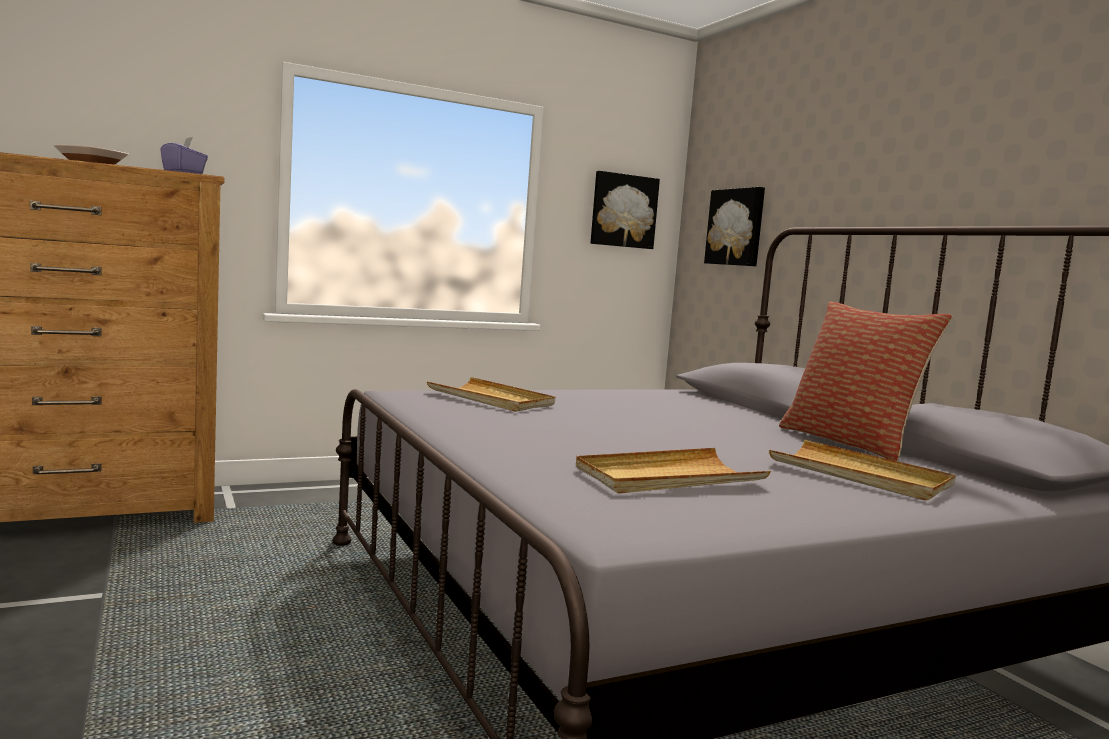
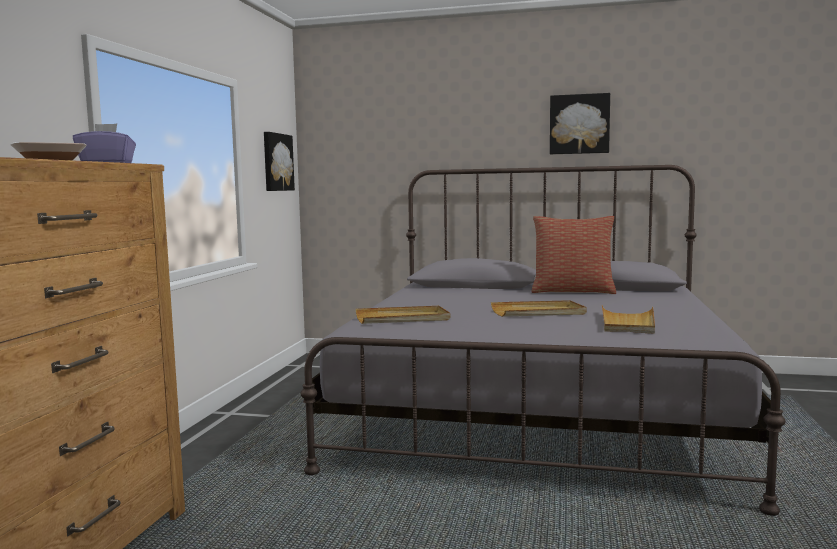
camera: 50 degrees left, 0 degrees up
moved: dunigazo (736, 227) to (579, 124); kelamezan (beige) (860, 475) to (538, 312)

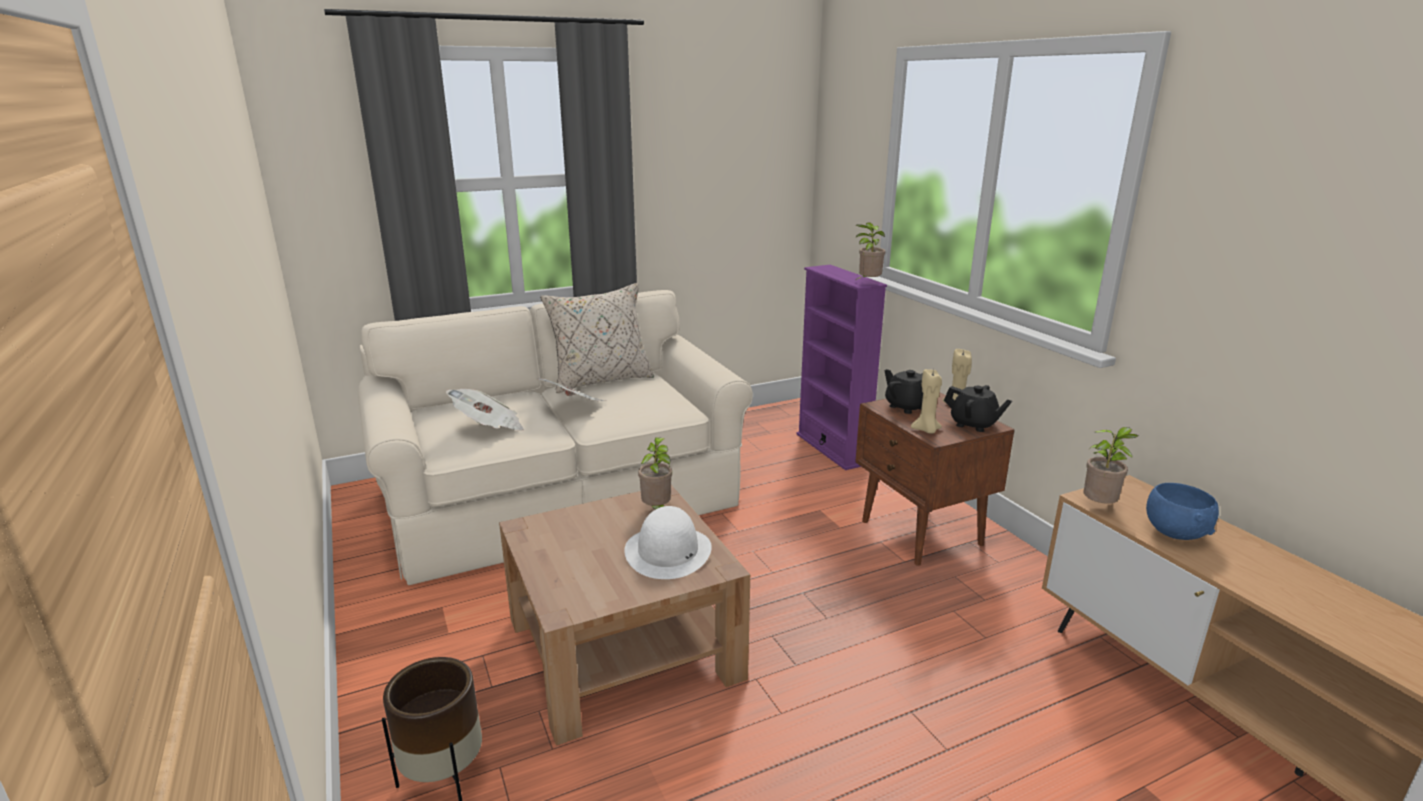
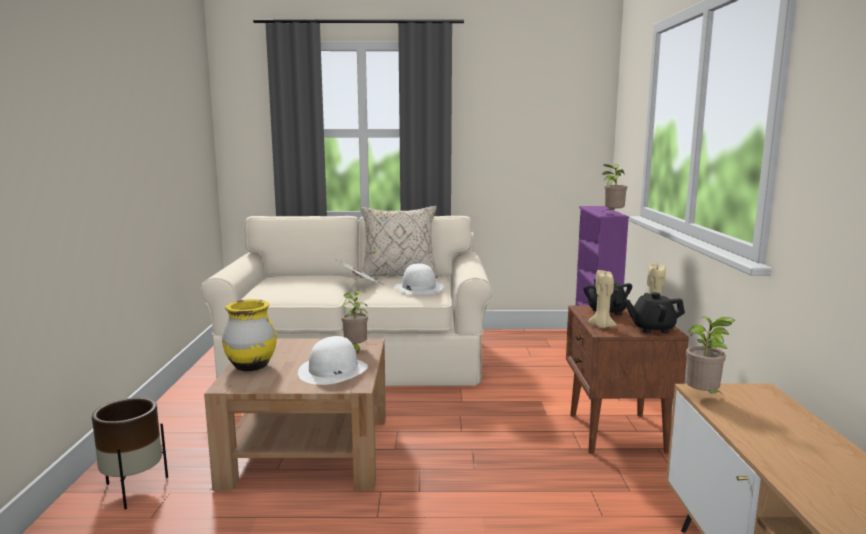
camera: 25 degrees right, 10 degrees down
removed: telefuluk (489, 427); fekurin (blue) (1174, 532)
added: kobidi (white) (418, 288); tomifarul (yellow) (251, 366)
turned: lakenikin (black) (973, 424) = (652, 329) 120 degrees clockwise

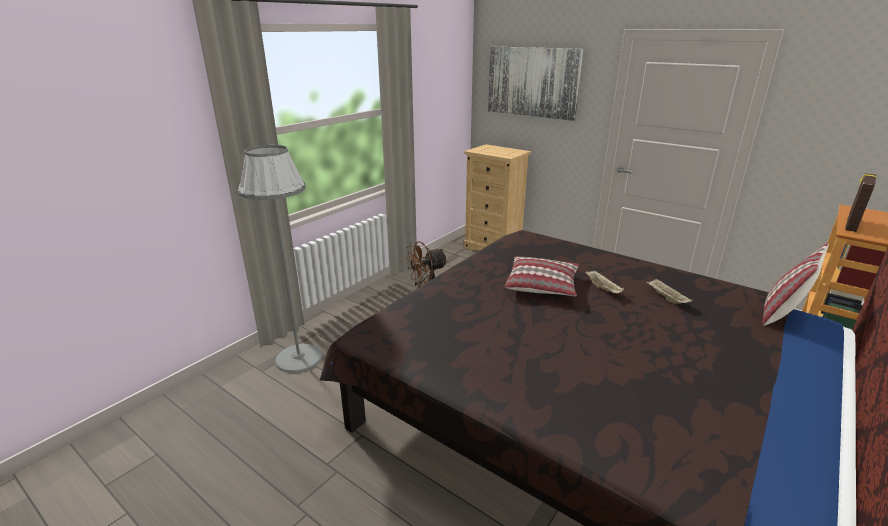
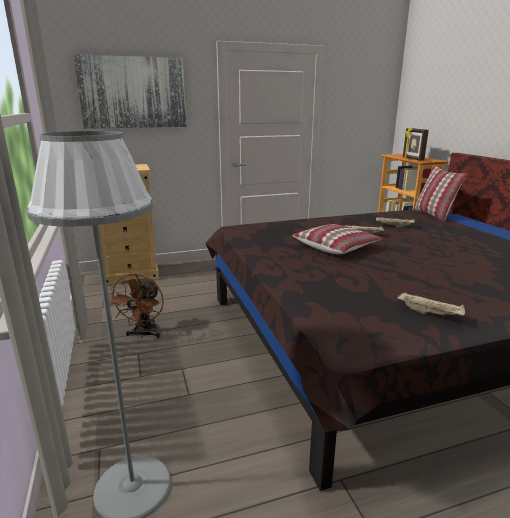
camera: 55 degrees left, 5 degrees down
added: kelamezan (beige) (430, 313)

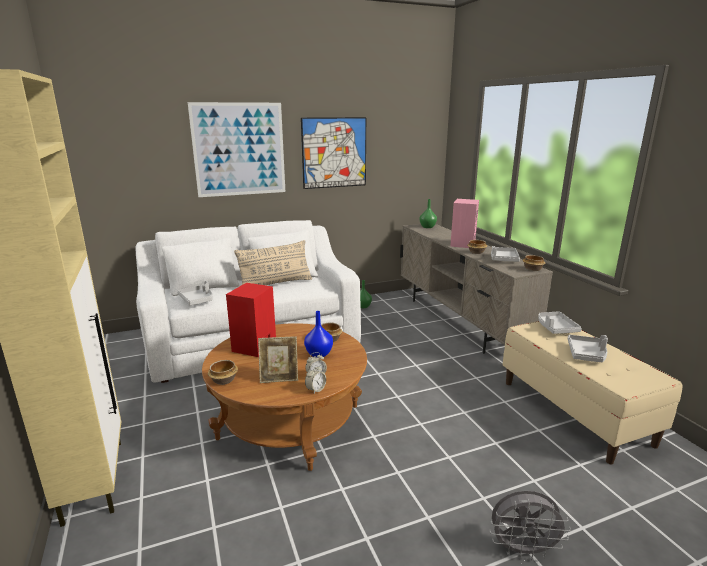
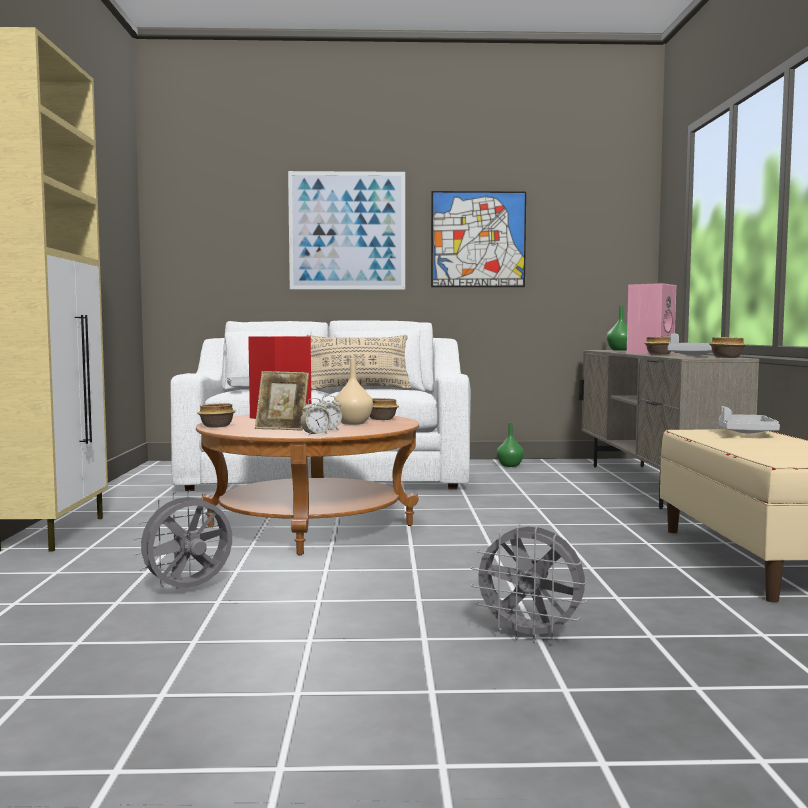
camera: 20 degrees right, 15 degrees down
removed: kelamezan (grey) (587, 354)
added: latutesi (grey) (188, 590)
recoloured: tomifarul (blue) (318, 354) to tomifarul (beige) (352, 423)

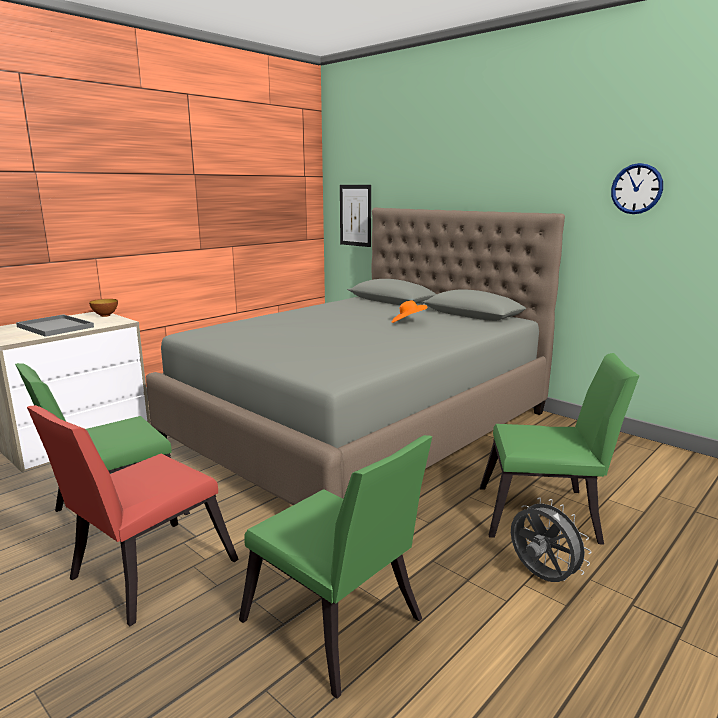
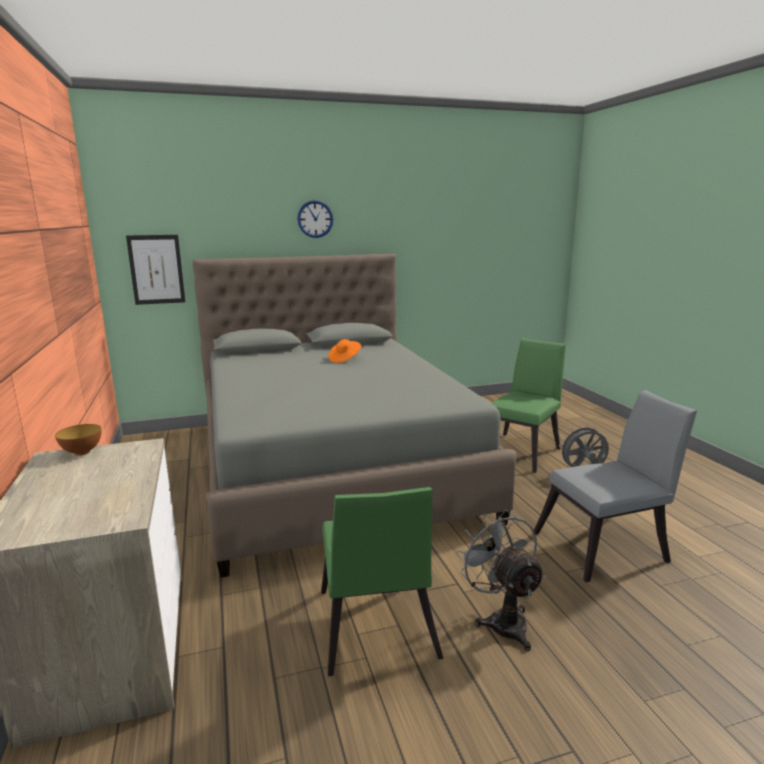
camera: 60 degrees left, 0 degrees up
removed: kelamezan (grey) (56, 327)
moved: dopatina (636, 189) to (315, 219)
replaced: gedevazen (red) (145, 573) to latutesi (grey) (502, 620)
recoloured: gedevazen (green) (337, 628) to gedevazen (grey) (607, 546)

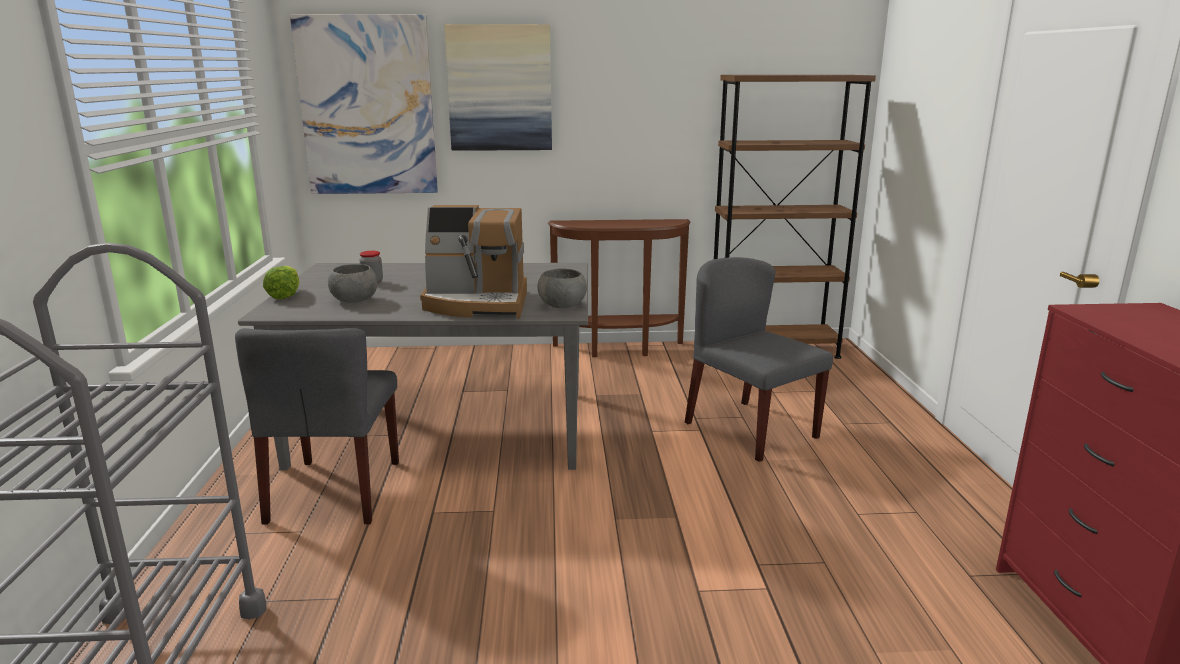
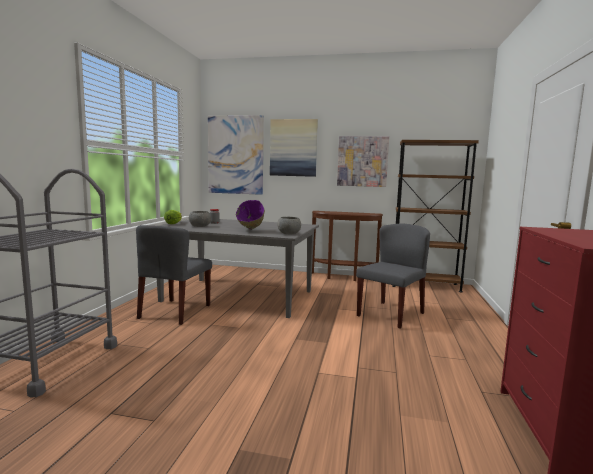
camera: 15 degrees right, 10 degrees down
added: dunigazo (362, 161)
replaced: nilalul (477, 304) to fekurin (purple) (251, 231)
turned: gedevazen (grey) (750, 429) = (390, 314) 60 degrees clockwise

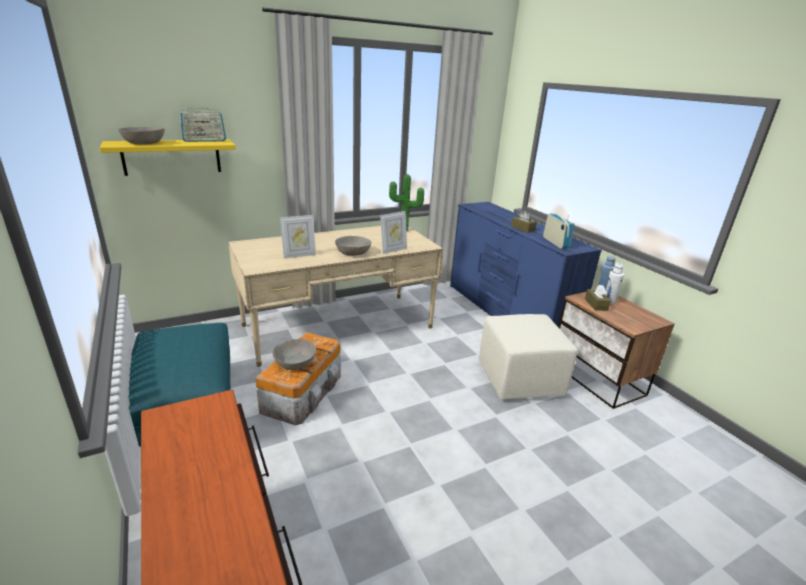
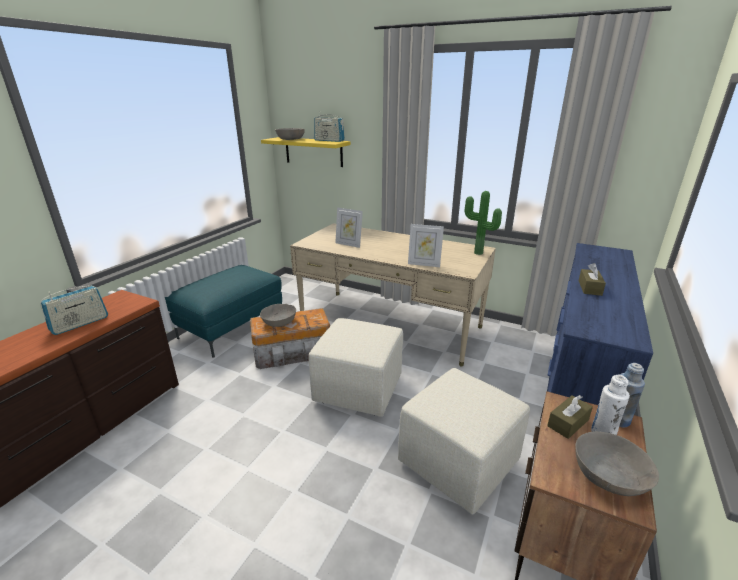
camera: 55 degrees right, 0 degrees up
added: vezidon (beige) (357, 389)
moved: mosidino (555, 242) to (80, 324); fekurin (grey) (353, 252) to (609, 475)

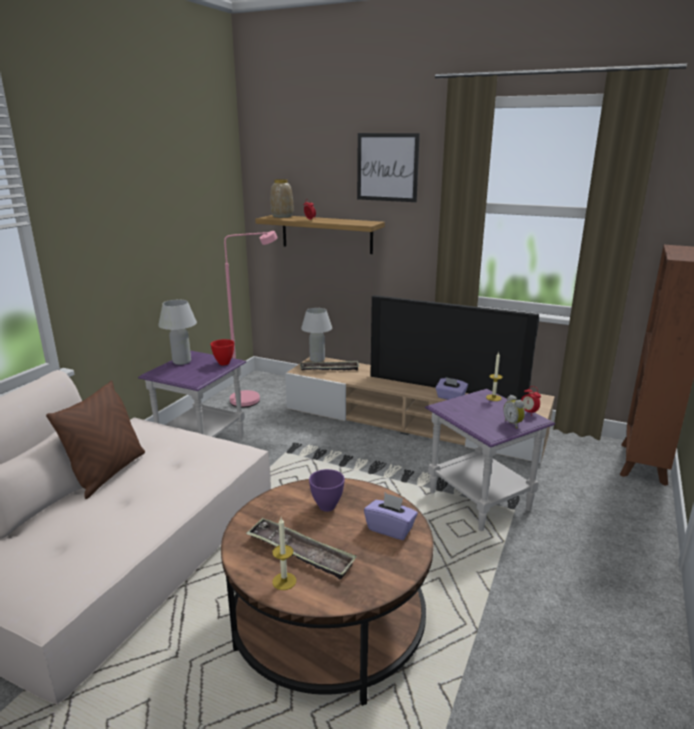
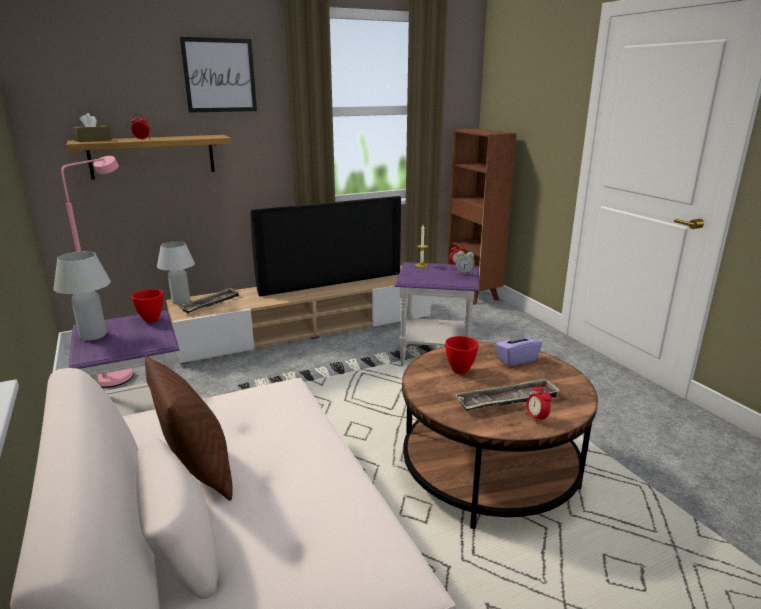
camera: 50 degrees left, 0 degrees up
removed: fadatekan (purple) (450, 397)
replaced: tomifarul (282, 216) to fadatekan (brown) (93, 140); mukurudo (284, 581) to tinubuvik (536, 418)
recoloured: fekurin (purple) (326, 506) to fekurin (red) (459, 370)

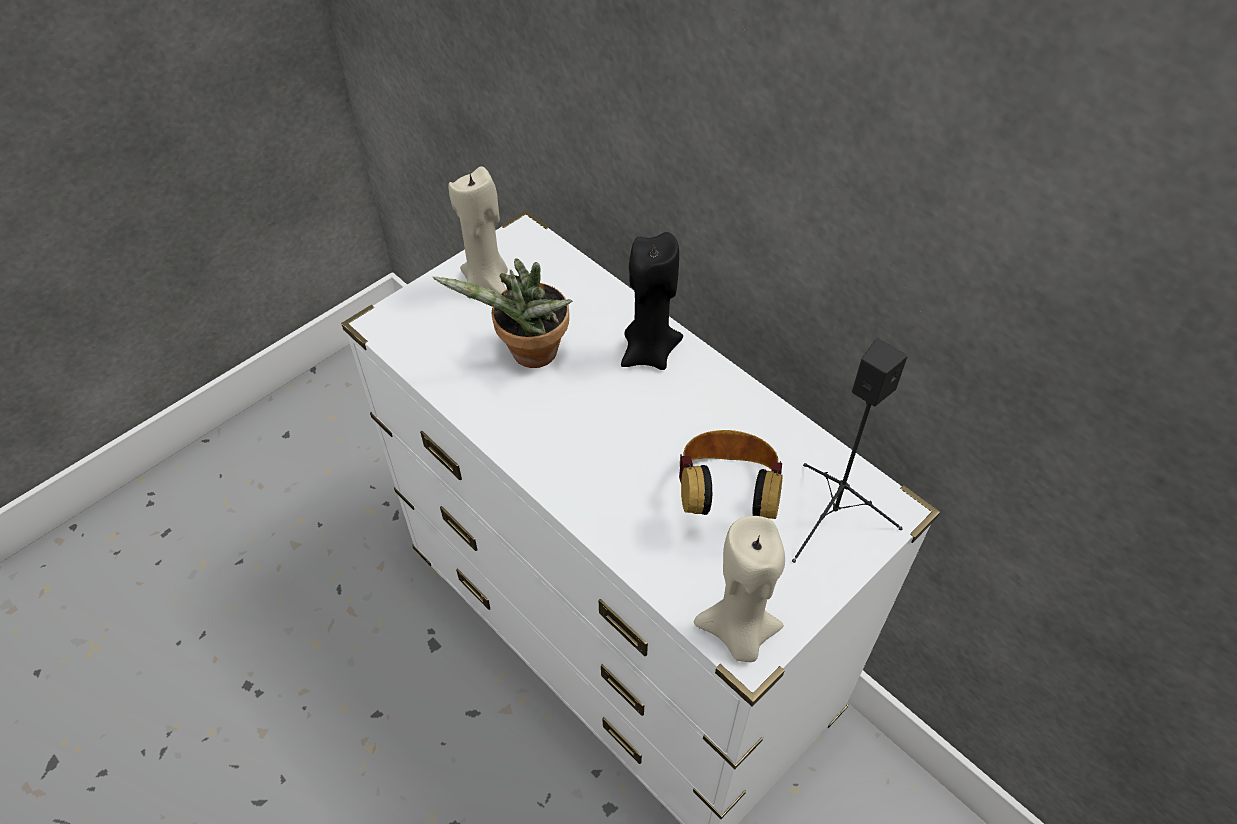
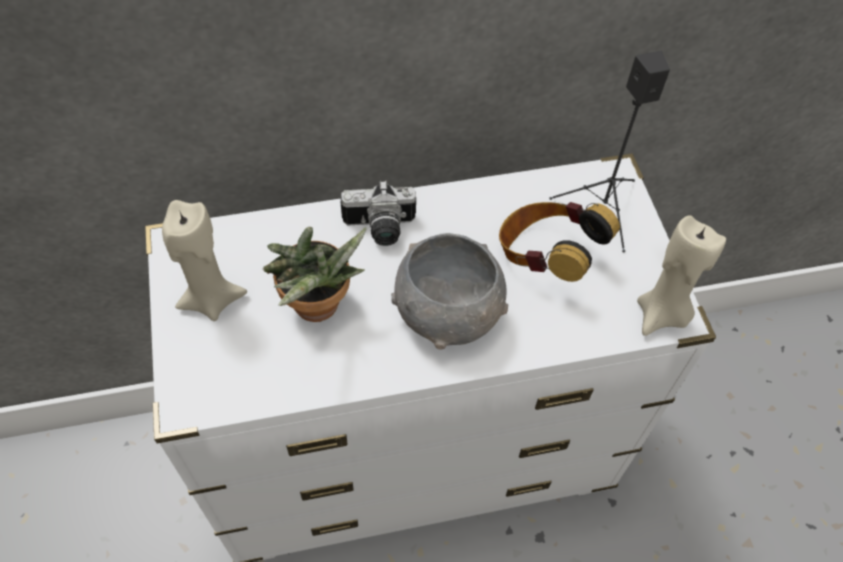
camera: 60 degrees left, 5 degrees up
added: fekurin (grey) (446, 315)
replaced: mukurudo (black) (649, 353) to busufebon (379, 229)

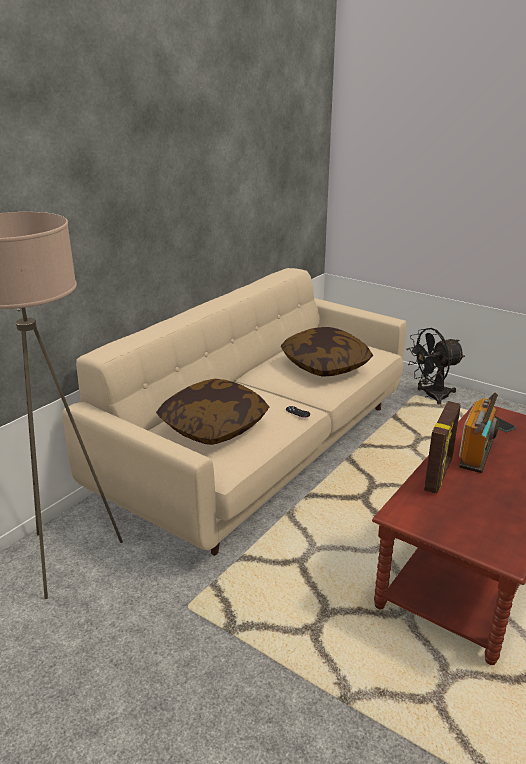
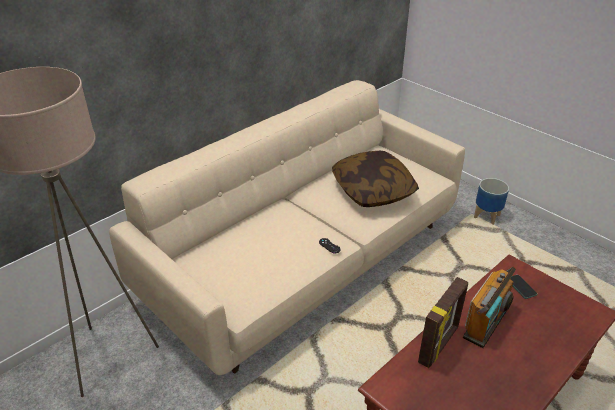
camera: 10 degrees right, 10 degrees up
removed: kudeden (214, 426)
replaced: latutesi (black) (431, 396) to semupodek (487, 217)

